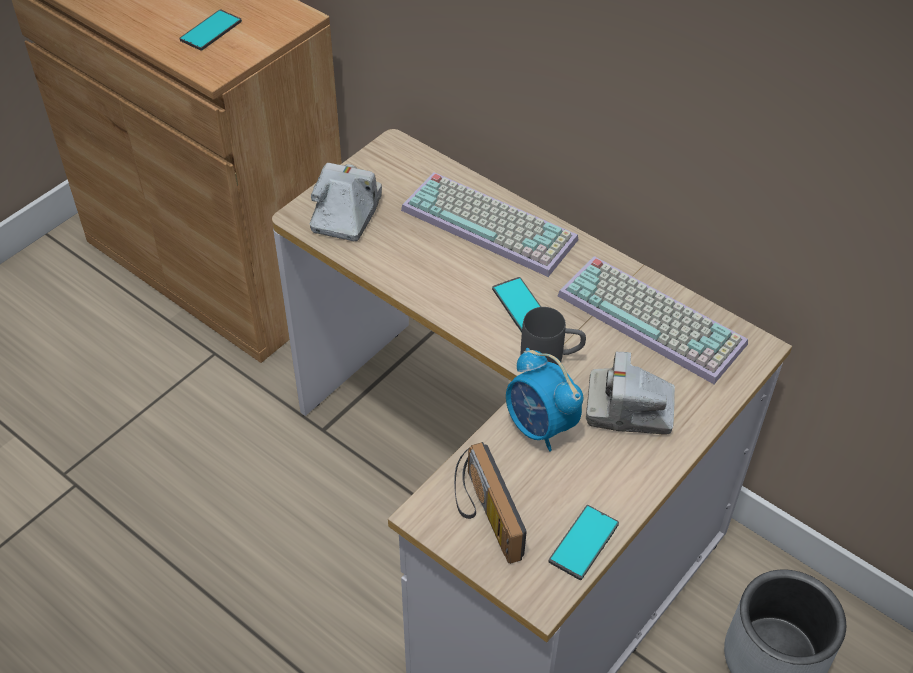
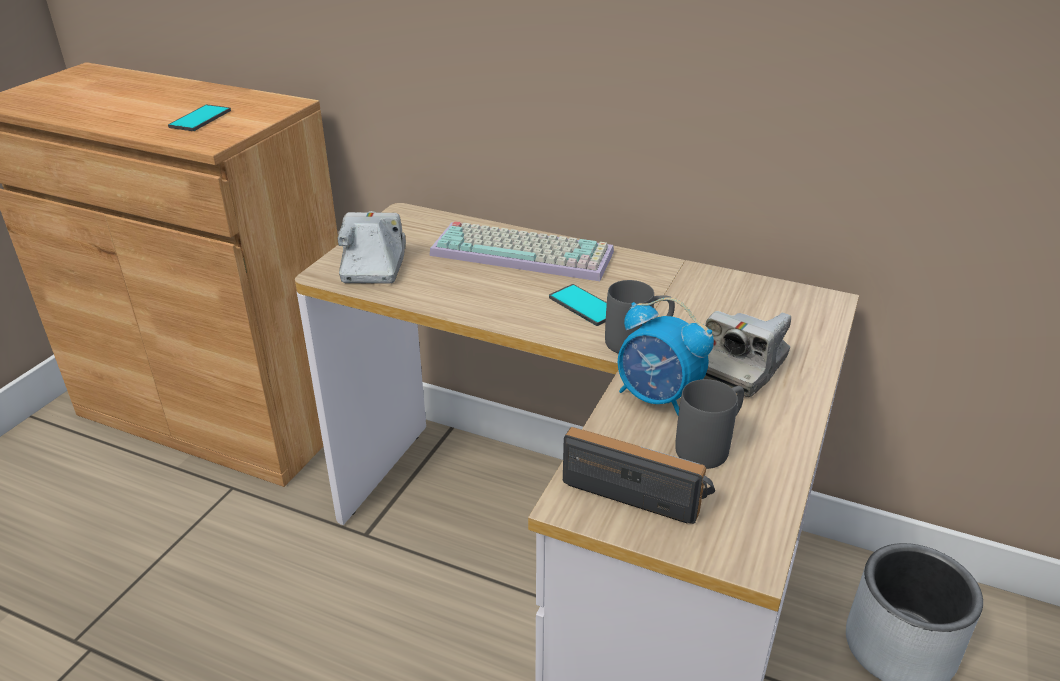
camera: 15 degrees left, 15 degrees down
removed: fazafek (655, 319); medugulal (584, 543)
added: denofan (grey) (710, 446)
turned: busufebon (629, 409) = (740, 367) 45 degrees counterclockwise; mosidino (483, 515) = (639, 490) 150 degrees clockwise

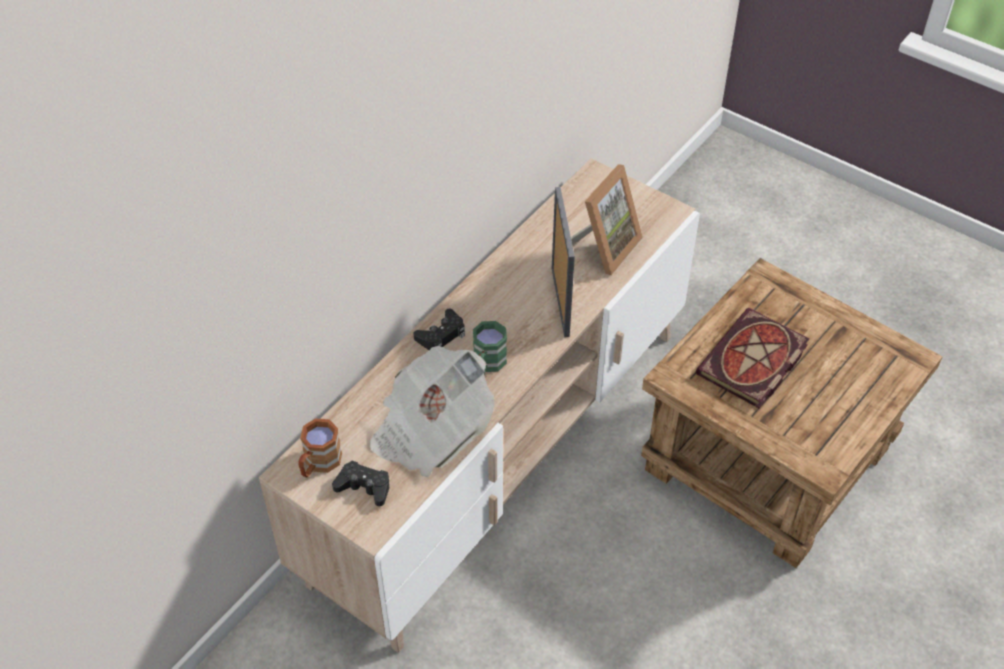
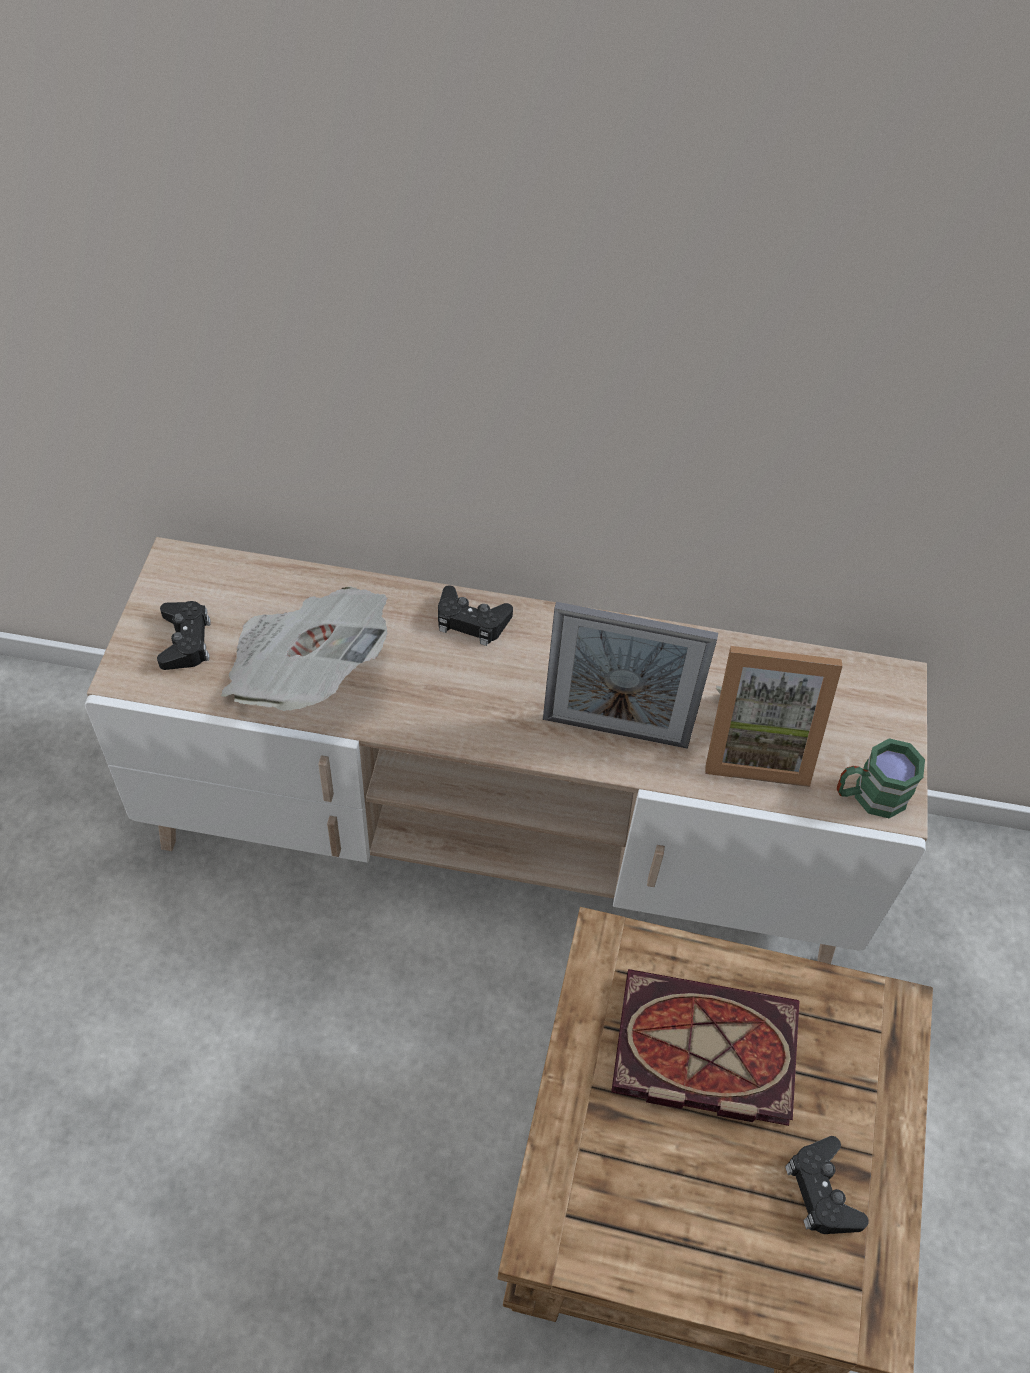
camera: 60 degrees right, 5 degrees up
removed: denofan (brown) (319, 464)
added: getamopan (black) (822, 1191)
moved: denofan (green) (487, 365) to (869, 795)
turned: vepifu (560, 301) = (615, 731) 45 degrees clockwise

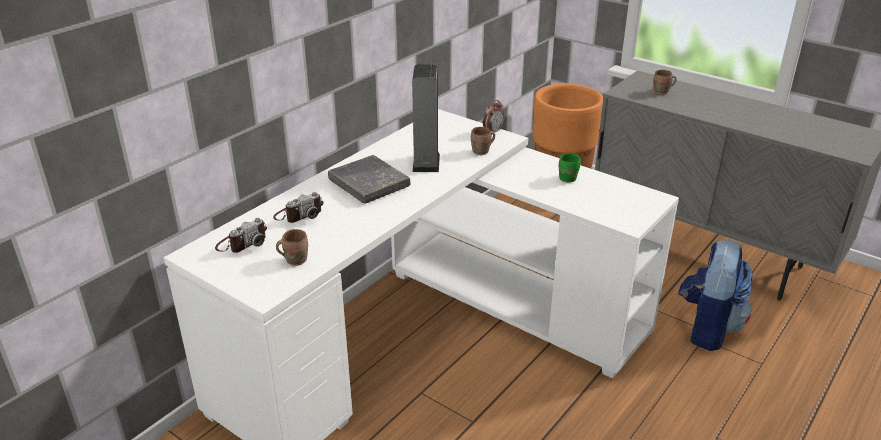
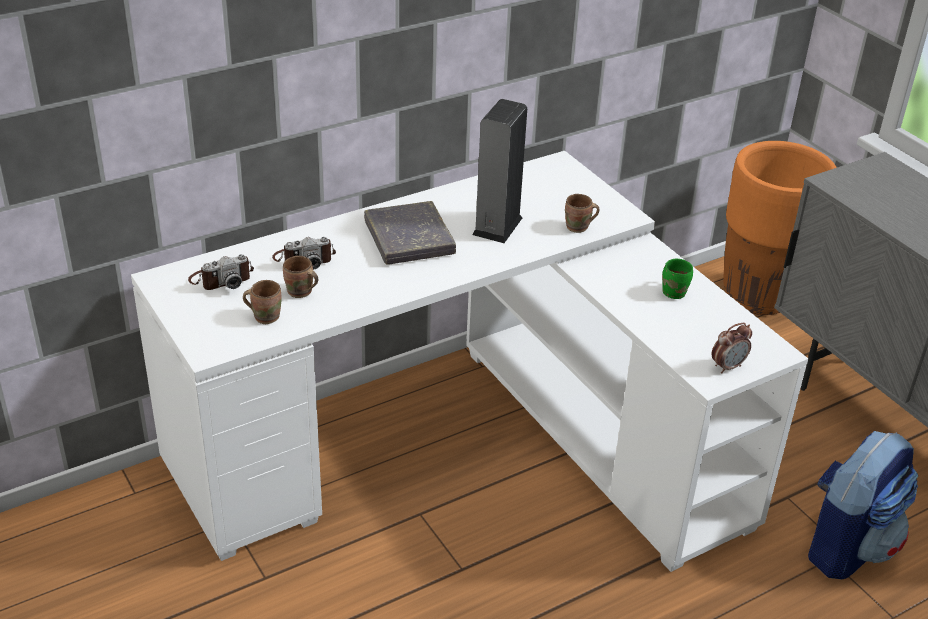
camera: 20 degrees right, 5 degrees up
moved: denofan (brown) (662, 92) to (300, 293); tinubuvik (493, 131) to (728, 366)

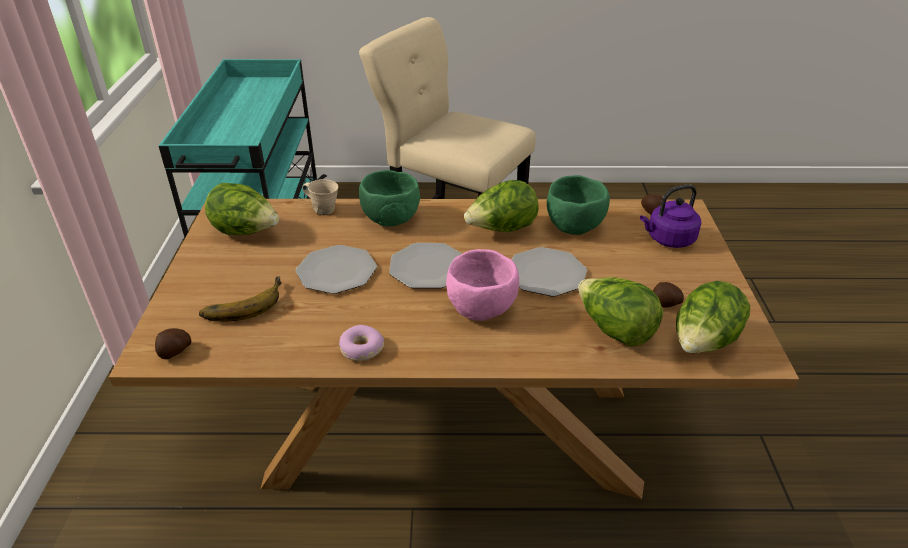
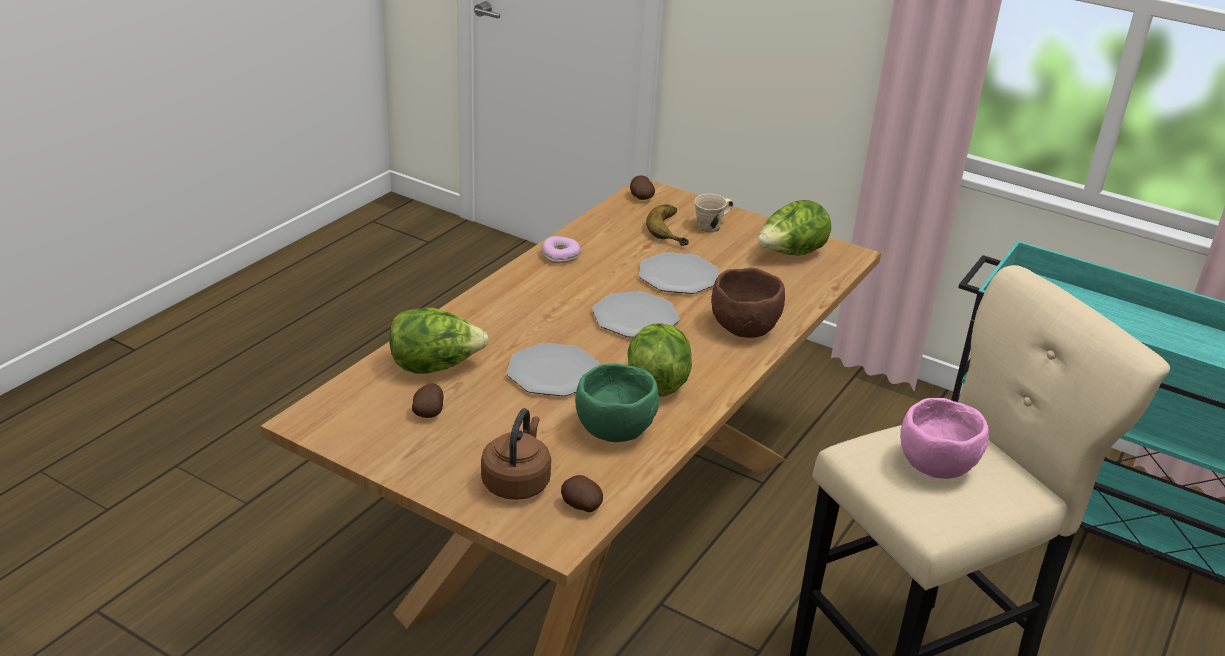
camera: 120 degrees right, 5 degrees down
removed: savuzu (703, 344)
moved: denofan (beige) (323, 209) to (710, 227); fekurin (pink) (482, 307) to (936, 468)
recoloured: fekurin (green) (390, 220) to fekurin (brown) (743, 327); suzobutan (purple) (668, 240) to suzobutan (brown) (517, 482)

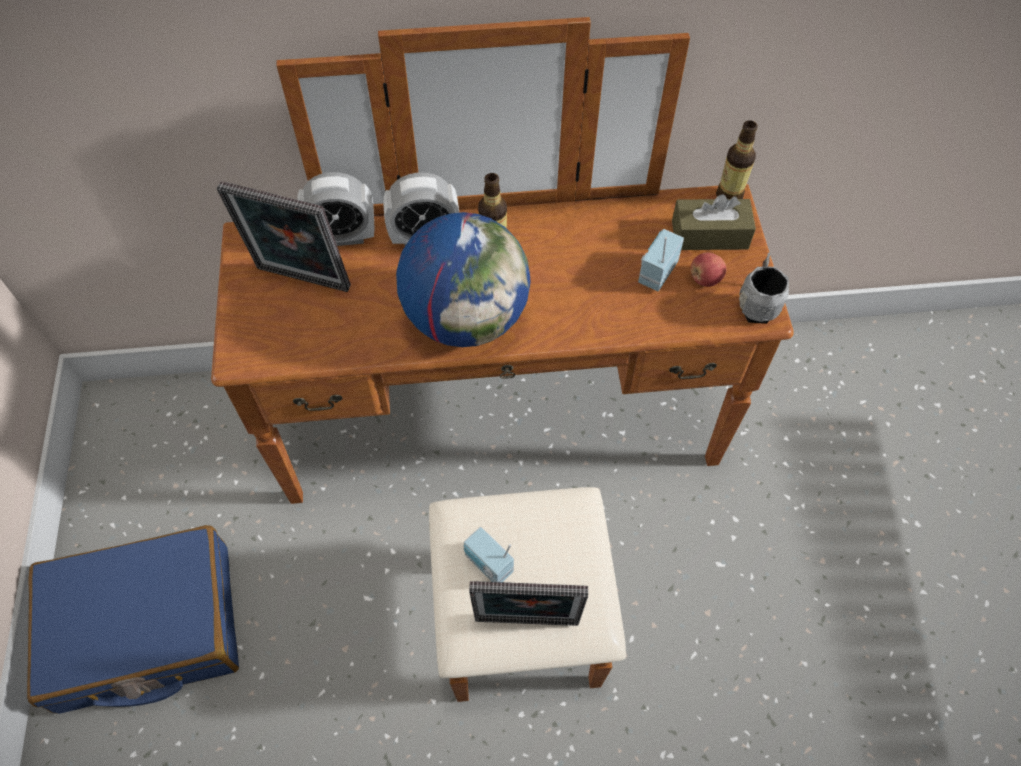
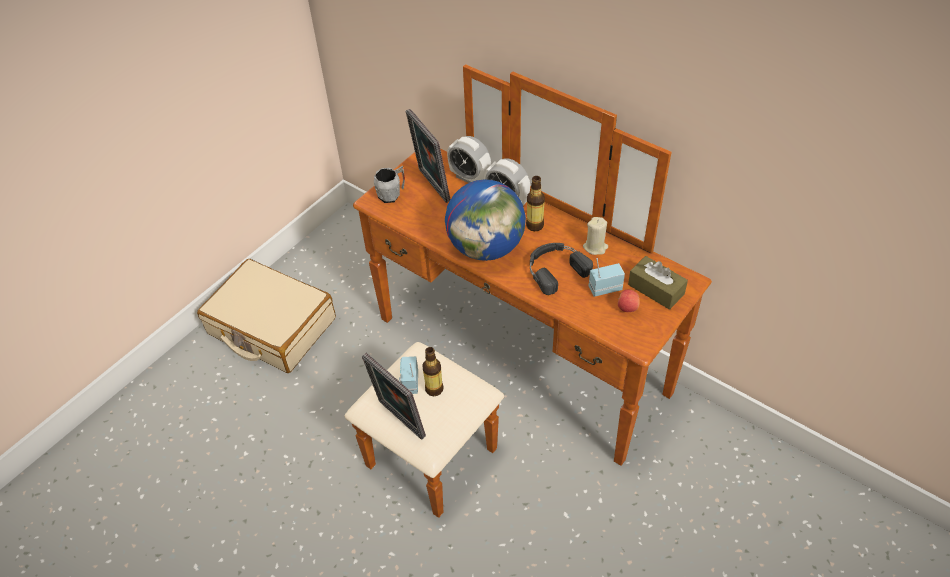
camera: 45 degrees right, 10 degrees down
added: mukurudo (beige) (595, 247); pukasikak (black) (555, 269)
moved: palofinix (729, 196) to (434, 389); denofan (grey) (757, 304) to (392, 194)
recoloured: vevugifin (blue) (146, 628) to vevugifin (beige) (271, 327)

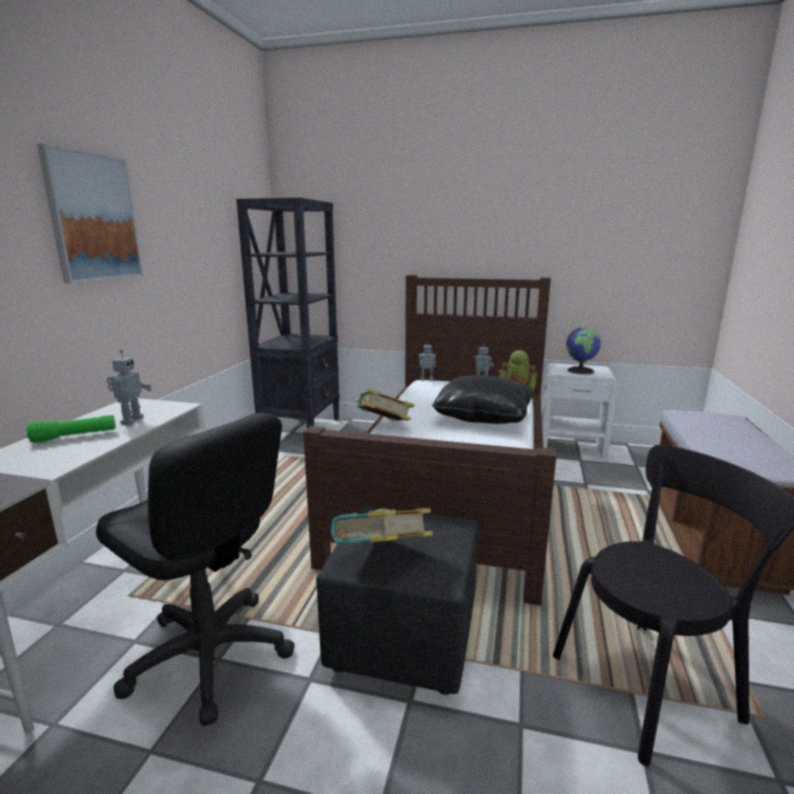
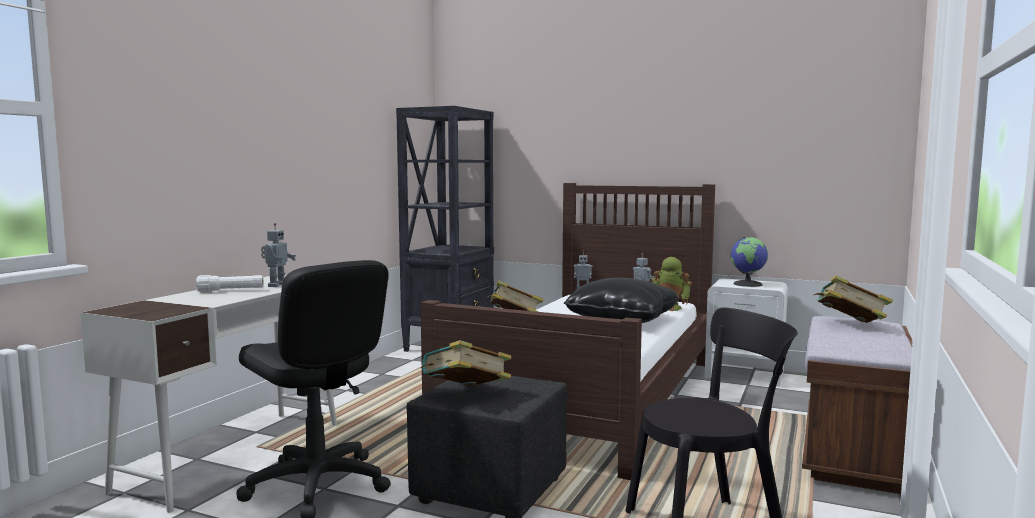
camera: 10 degrees right, 10 degrees down
removed: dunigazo (93, 218)
added: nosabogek (849, 325)
recoloured: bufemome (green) (74, 436) to bufemome (white) (231, 290)

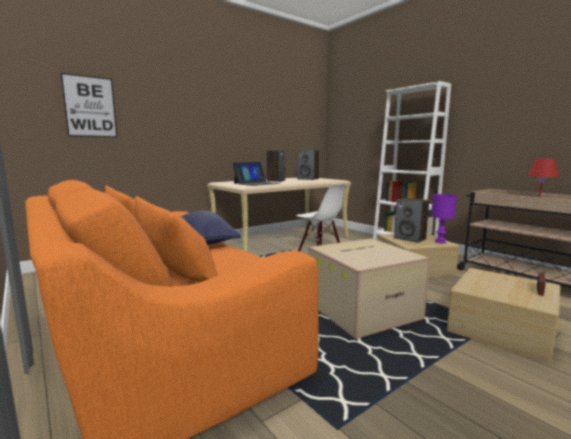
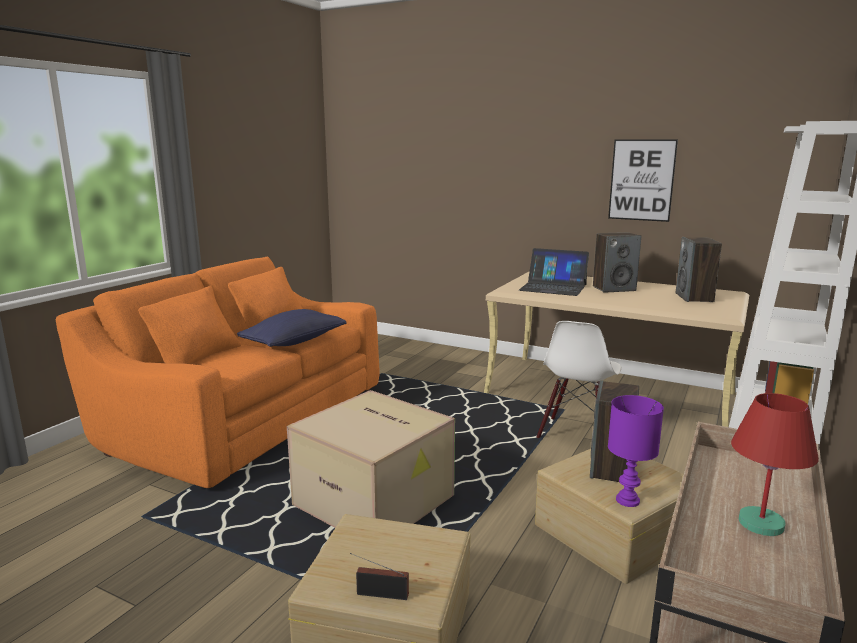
camera: 65 degrees right, 5 degrees up
moved: dunigazo (90, 106) to (641, 180)

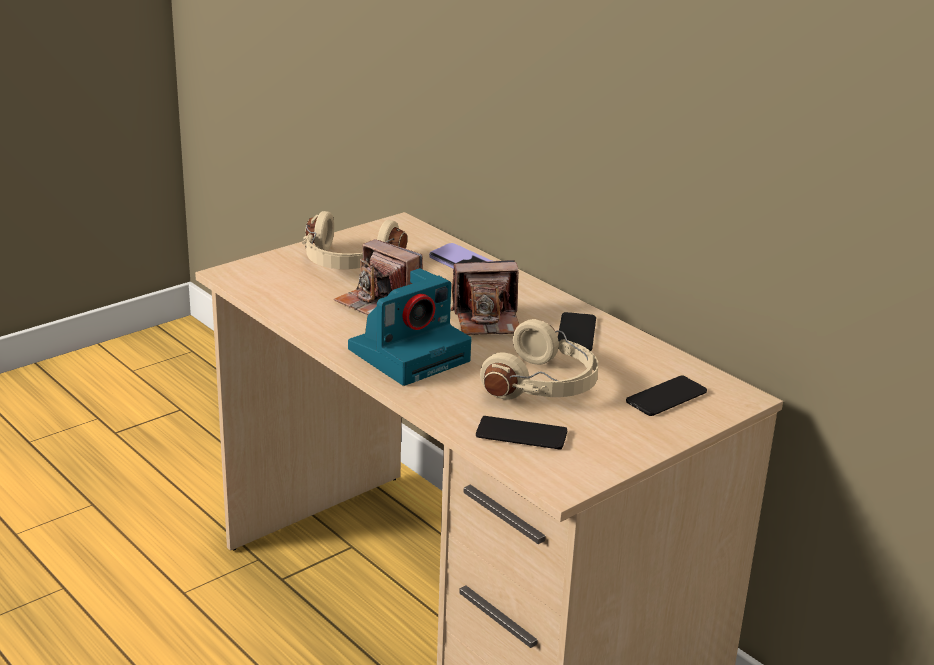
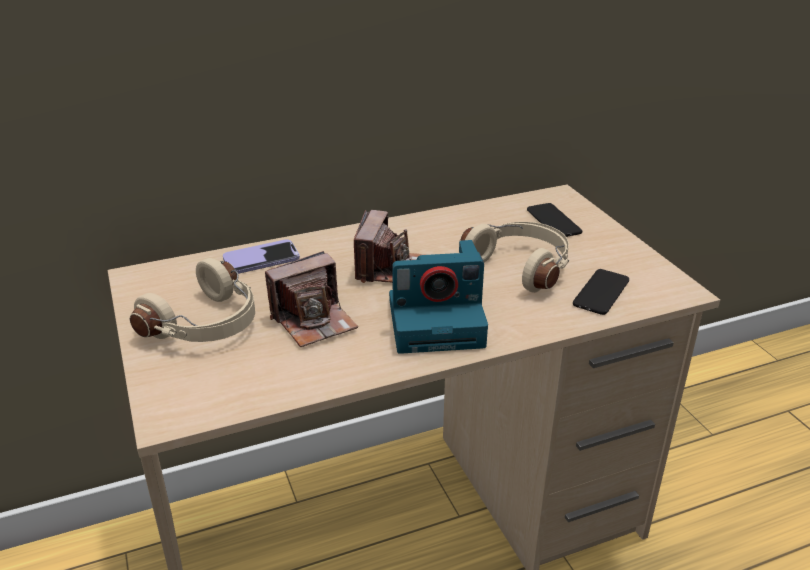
camera: 70 degrees left, 5 degrees up
removed: medugulal (576, 333)
turned: busufebon (410, 353) = (438, 321) 105 degrees clockwise

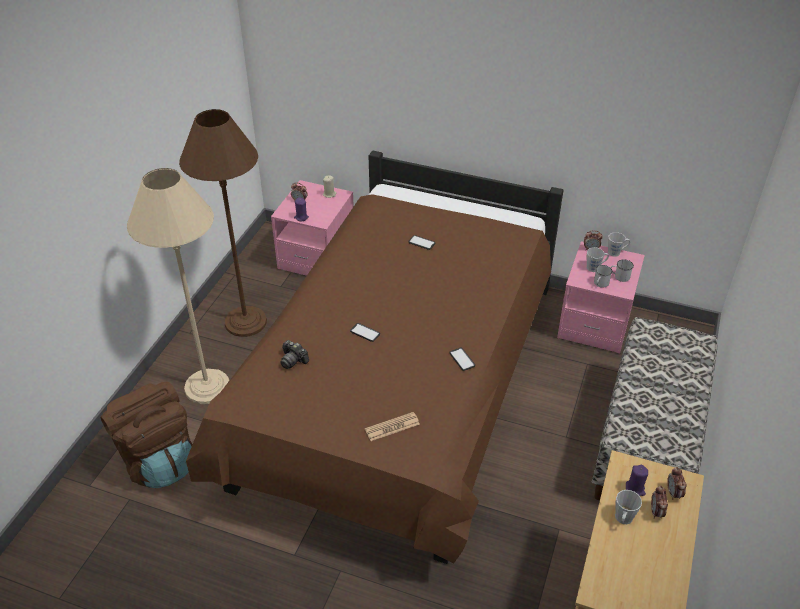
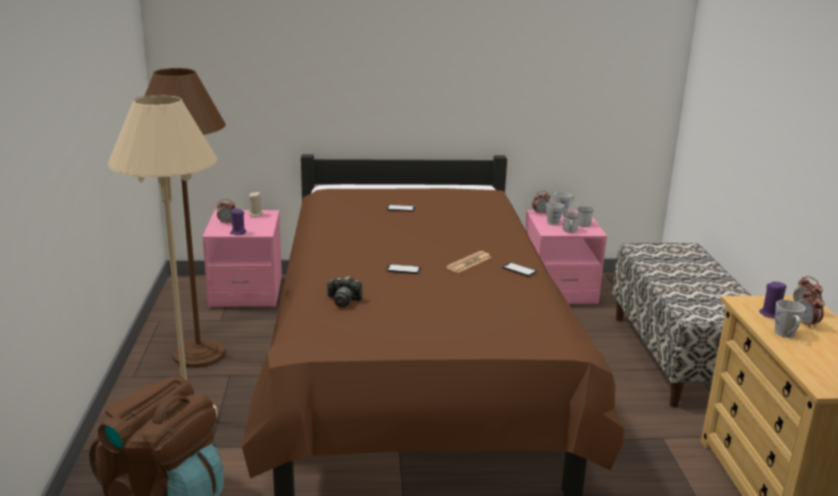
camera: 25 degrees left, 20 degrees down
moved: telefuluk (392, 427) to (469, 262)

